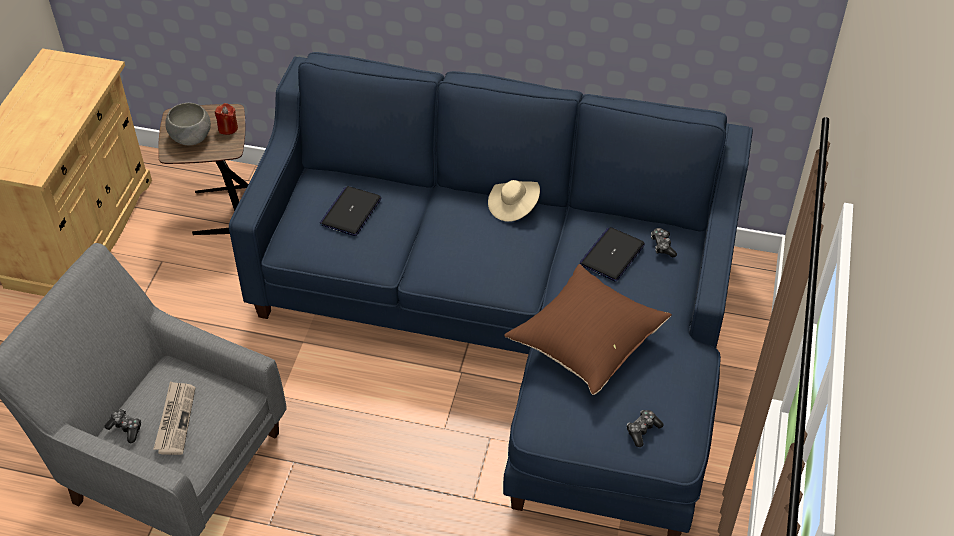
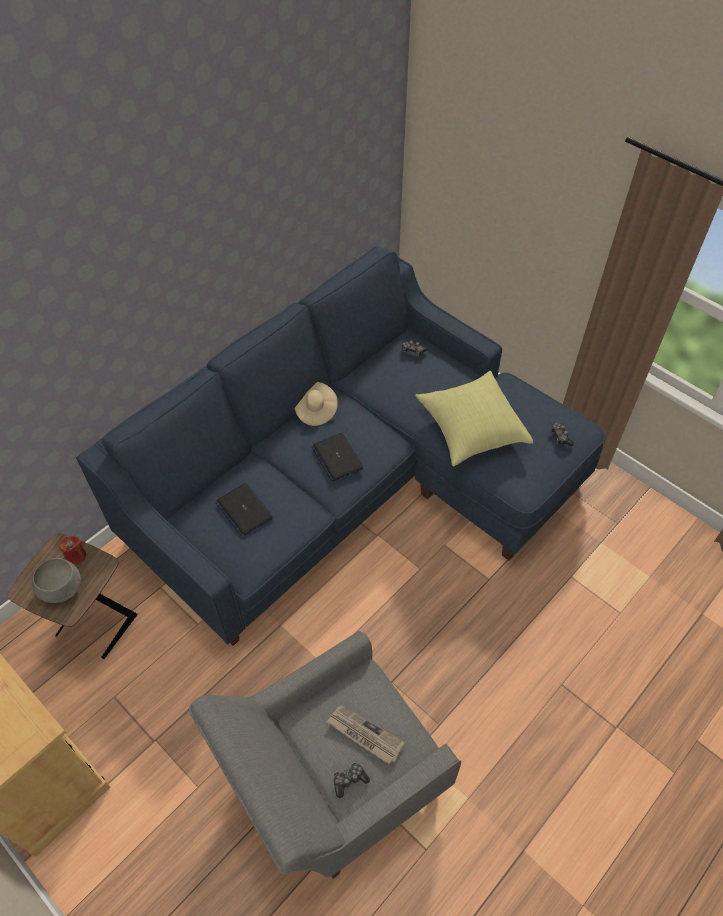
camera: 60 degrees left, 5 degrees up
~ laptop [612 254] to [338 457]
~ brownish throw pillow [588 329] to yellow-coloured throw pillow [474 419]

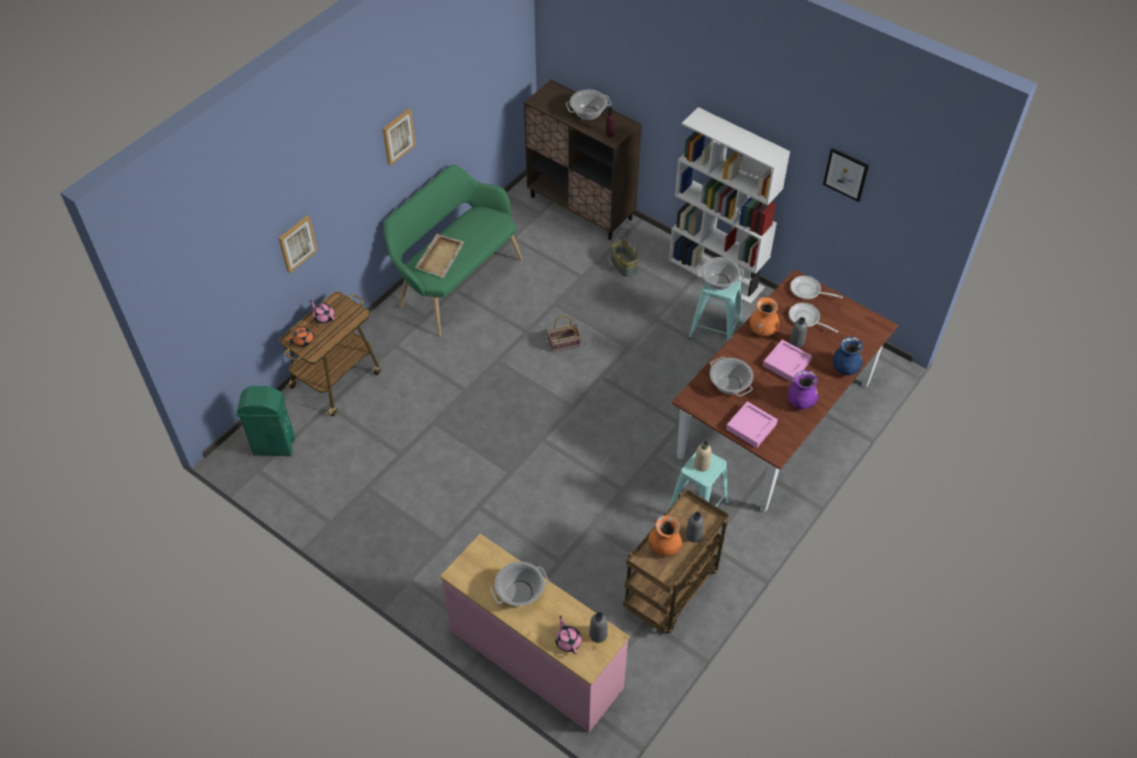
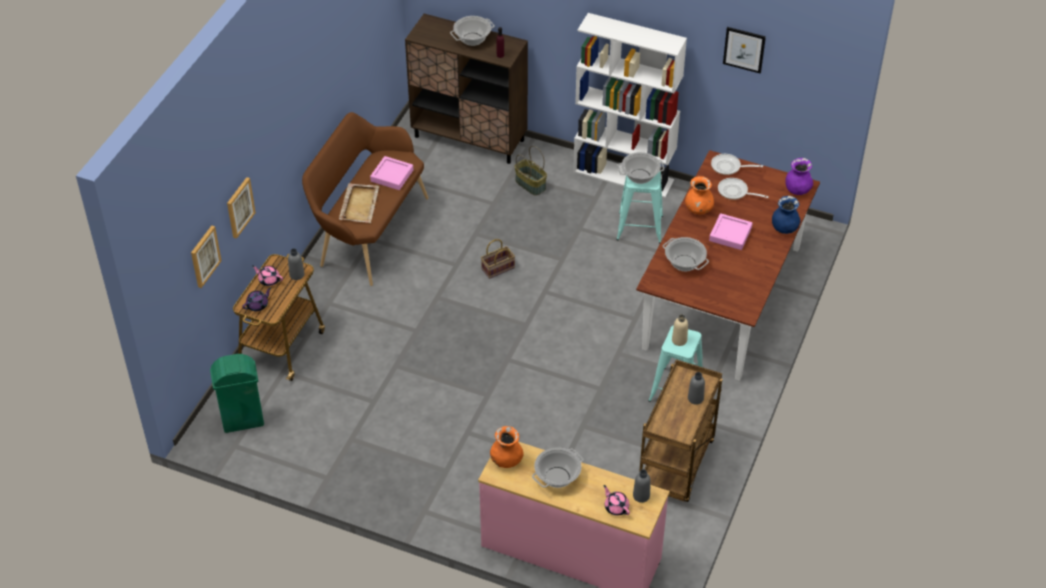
camera: 15 degrees left, 5 degrees down
~ picture [399 137] to [206 256]
~ green bench [453 251] to brownish bench [365 199]
~ gray bottle [798 332] to [296 264]
~ orange tea pot [302 336] to purple tea pot [256 299]
~ purple vase [803 390] to [799 176]
~ pink tray [752 424] to [392 173]
~ orange vase [665 535] to [507 447]

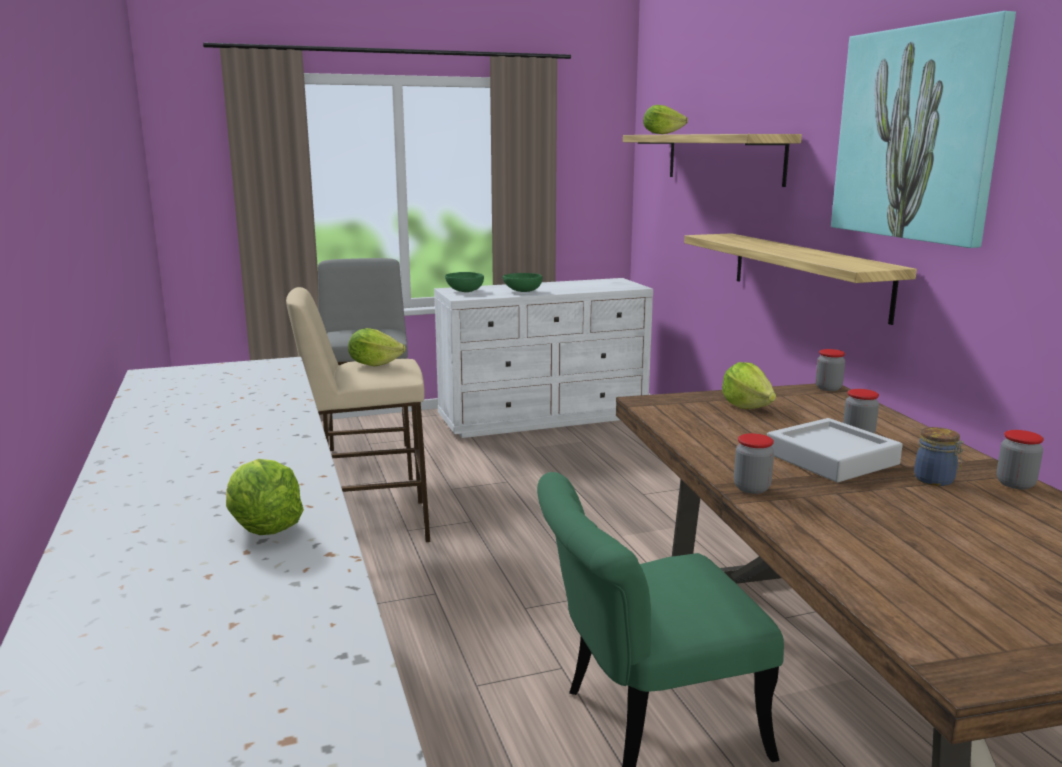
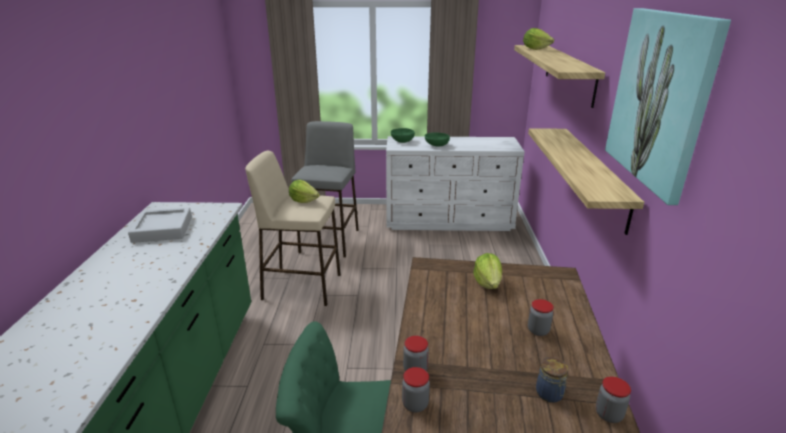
camera: 20 degrees right, 10 degrees up
~ jar [830 370] to [416 389]
~ gray tray [834 450] to [160 225]
- lettuce [265 497]

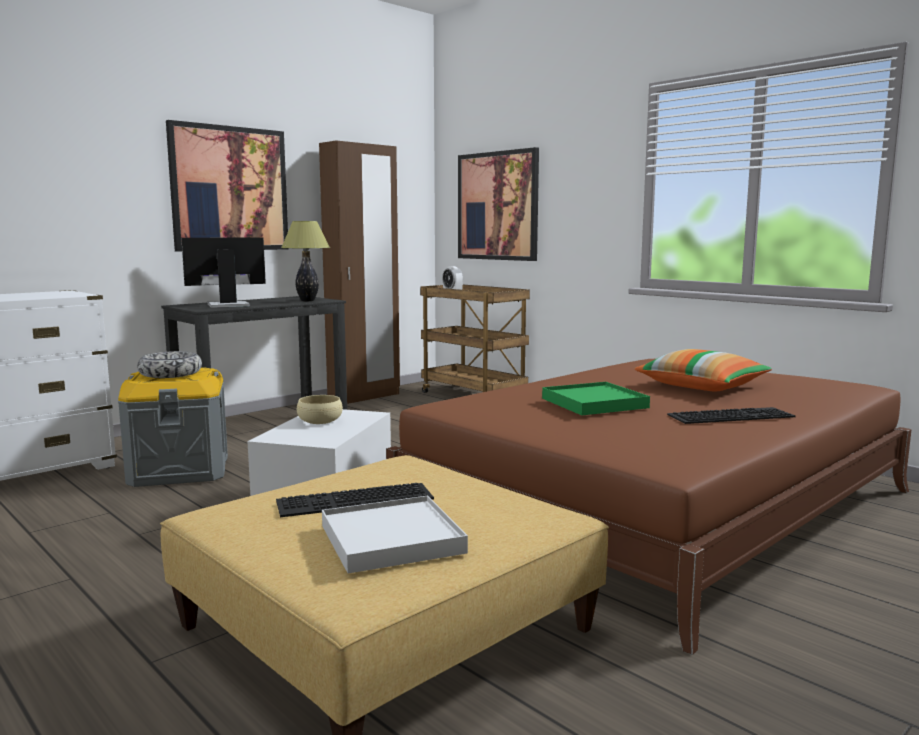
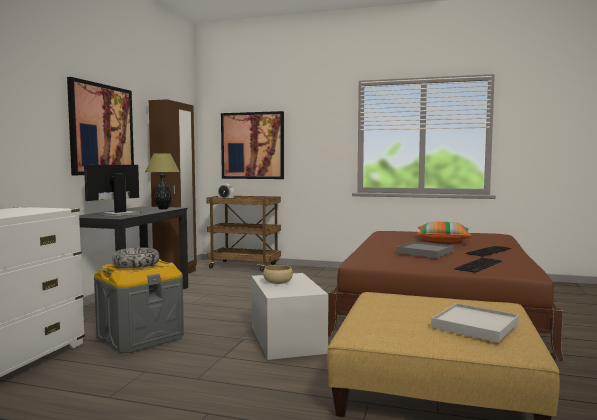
camera: 30 degrees left, 5 degrees down
~ green tray [596 398] to gray tray [425 249]
~ keyboard [355 500] to [478 265]

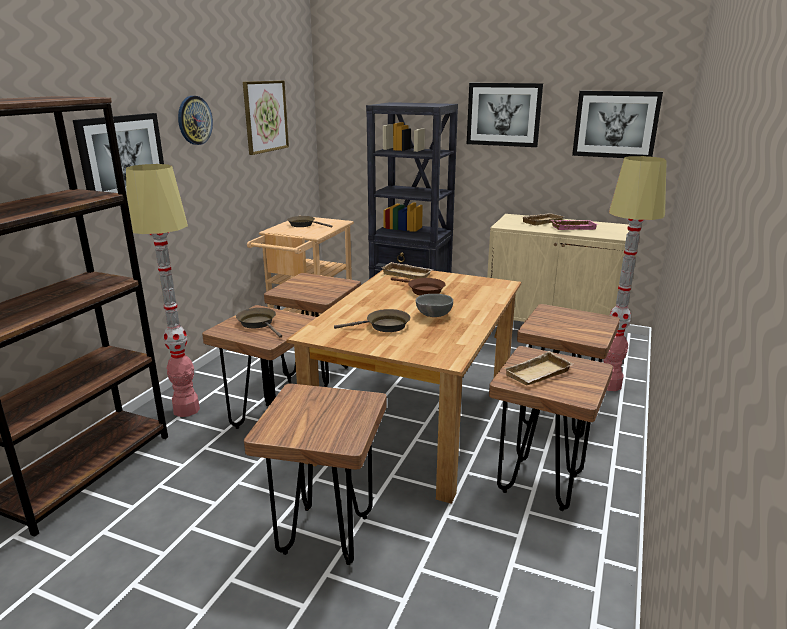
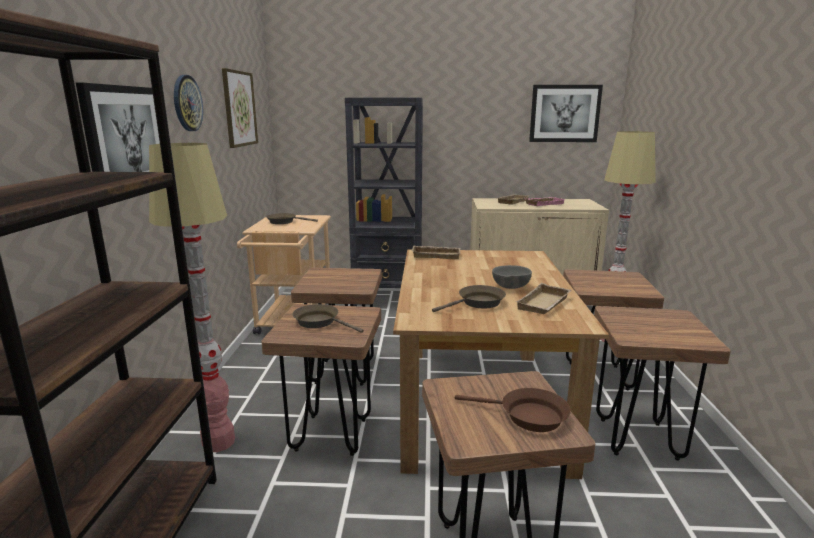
camera: 20 degrees left, 5 degrees down
- picture [505 115]
~ brownish pan [418 286] to [513 410]
~ sand-coloured tray [538 368] to [543 298]

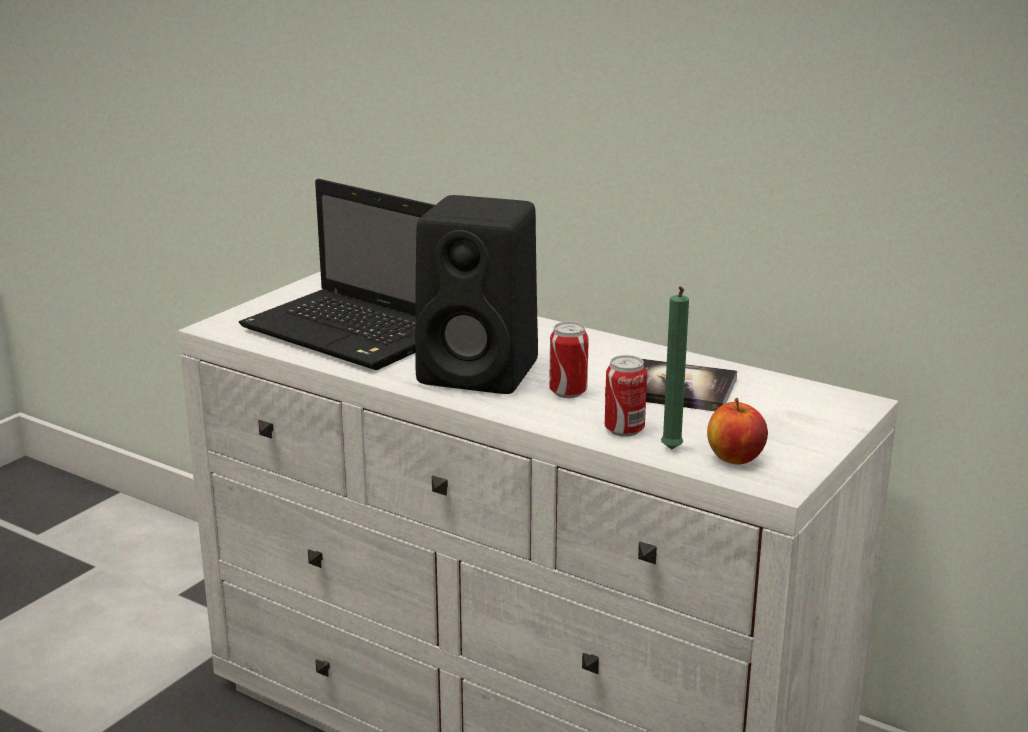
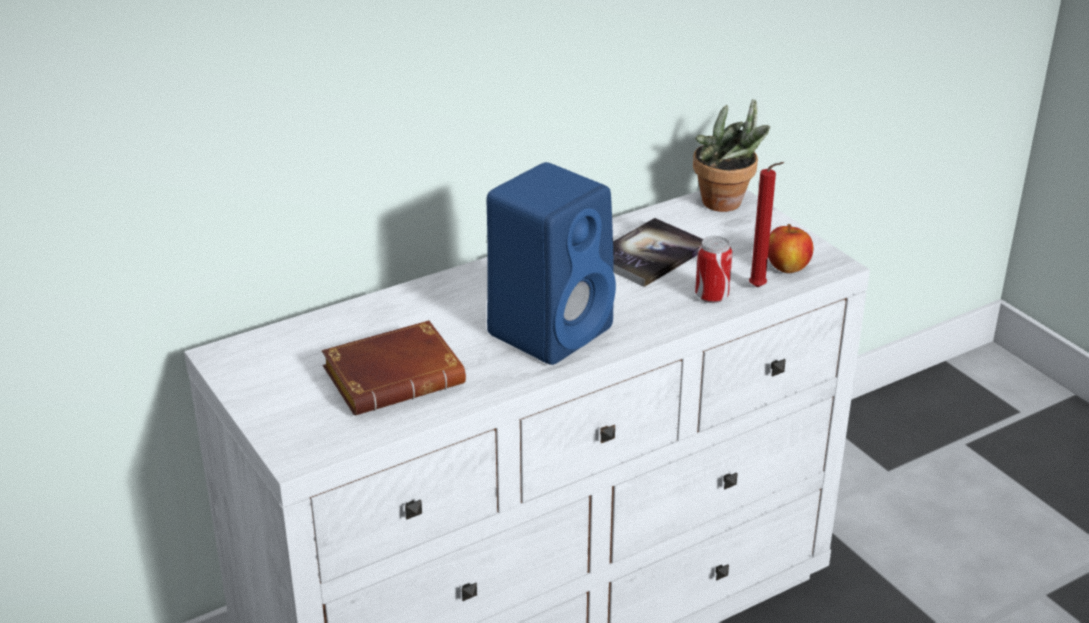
camera: 65 degrees left, 10 degrees up
~ laptop [337 274] to brownish book [394 368]
~ black-coloured audio speaker [476 294] to bluish audio speaker [551 263]
~ green candle [675 368] to red candle [766 225]
- metal can [569 360]
+ houseplant [731 155]

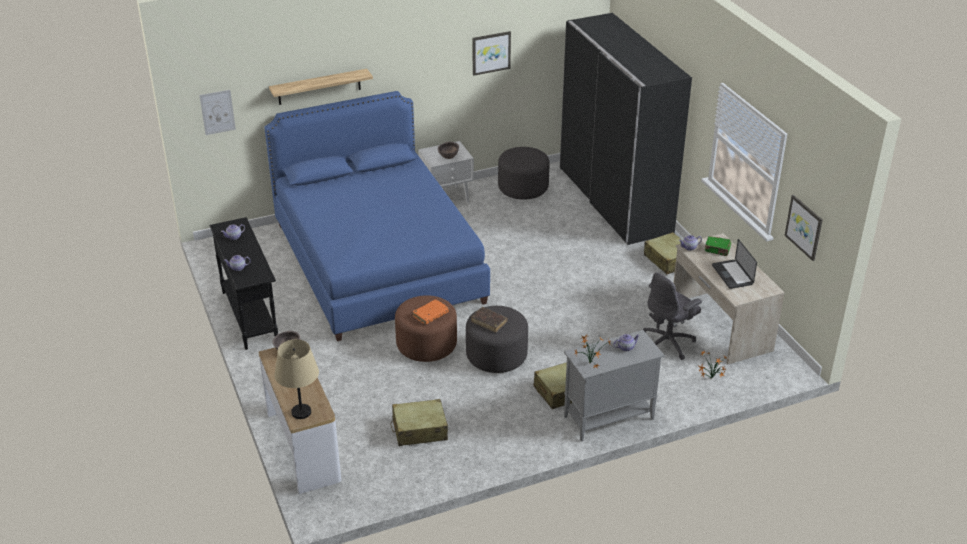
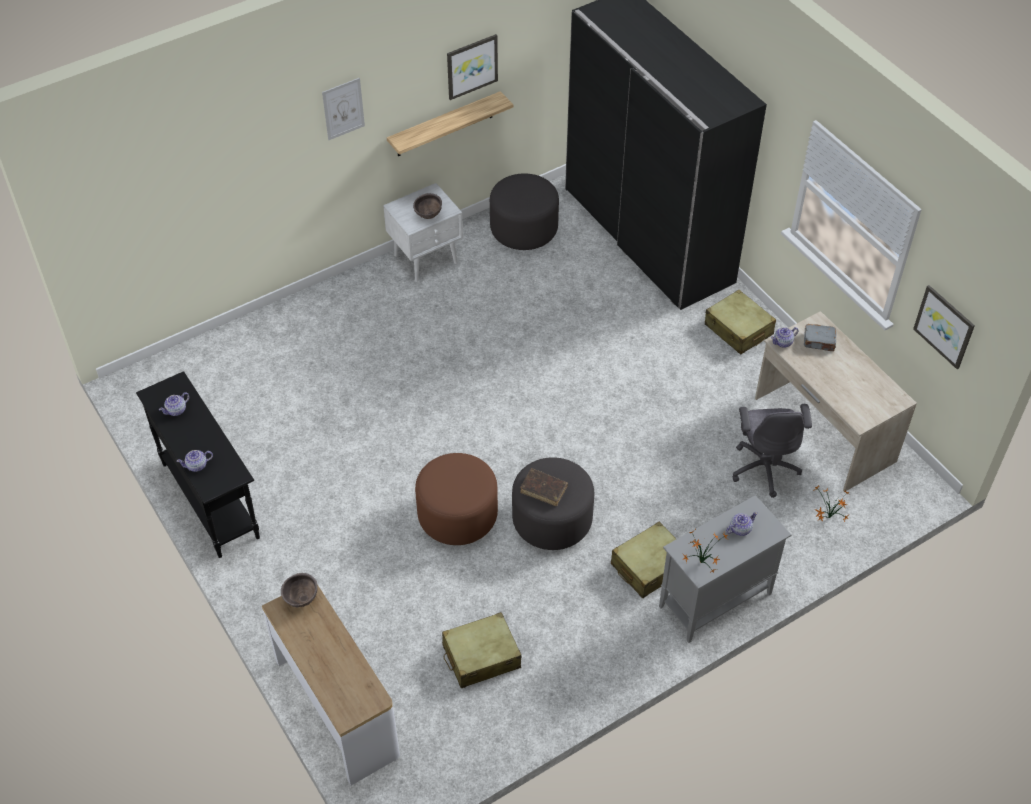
camera: 10 degrees left, 15 degrees up
~ bracket shelf [321 87] to [450 123]
~ picture [217 112] to [343 109]
- bluish sleeping bed [377 216]
~ green book [718 246] to gray book [820 337]
- laptop [734 264]
~ gray desk chair [672 316] = [772 451] 45 degrees counterclockwise
- orange book [431 312]
- sand-coloured table lamp [296 379]

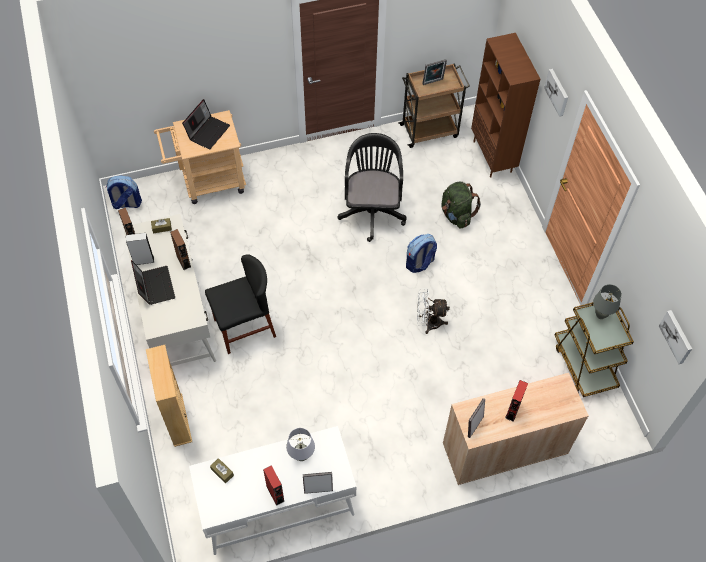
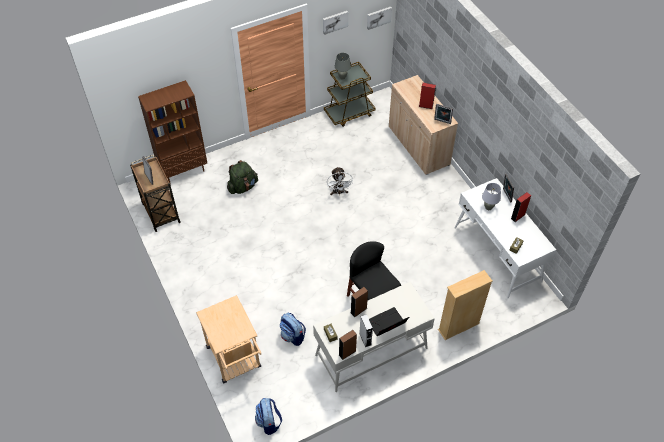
camera: 100 degrees left, 5 degrees down
~ picture [556 93] to [335 23]
- laptop [206 124]
- black-coloured desk chair [372 187]
~ backpack [421 253] to [293 329]

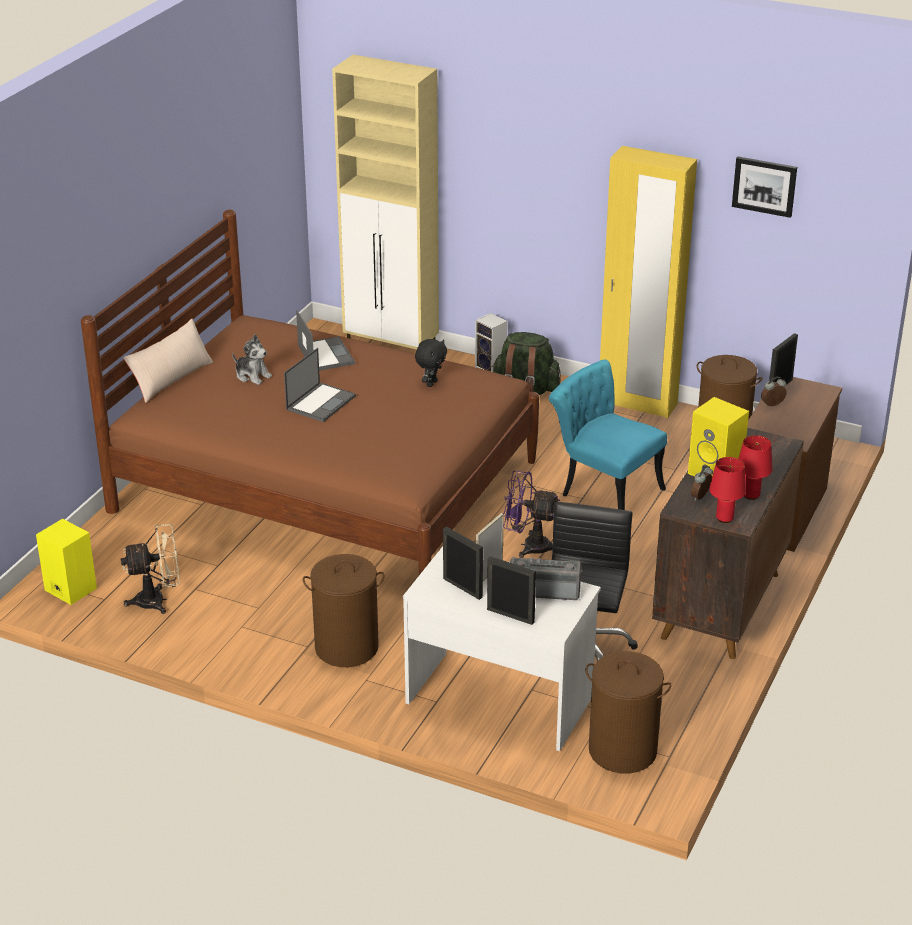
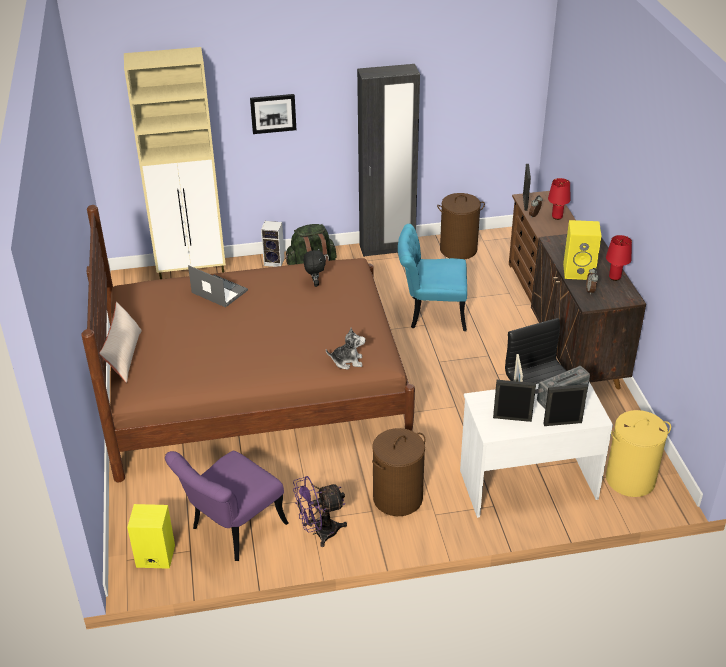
camera: 35 degrees left, 5 degrees up
~ yellow-coloured armoire [648 282] to black-coloured armoire [388 160]
~ picture [764 187] to [273 114]
~ plush toy [252 359] to [346 349]
- laptop [320 385]
~ red table lamp [727 490] to [559 199]
~ purple cooling fan [532 514] to [320 511]
~ sand-coloured cooling fan [150 569] to purple chair [226 506]
~ brownish washing basket [628 712] to yellow-coloured washing basket [638 453]

